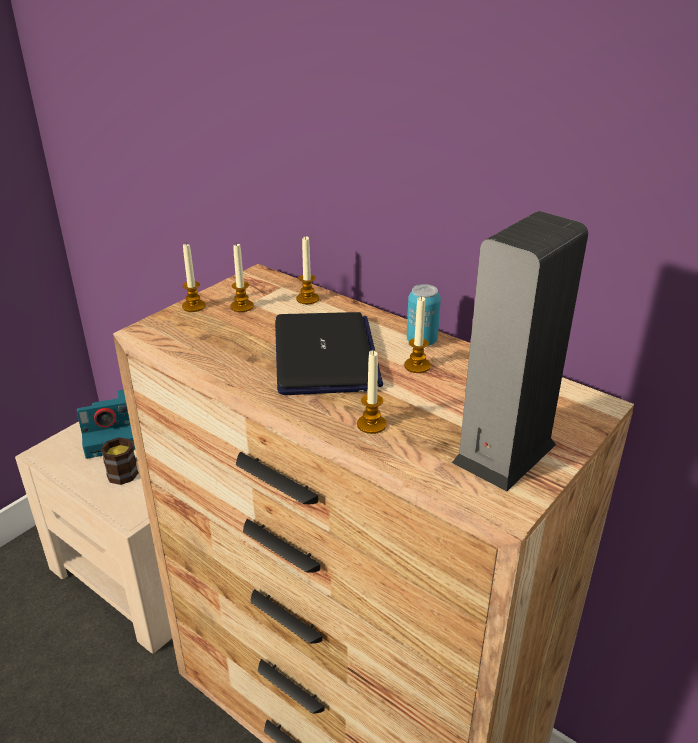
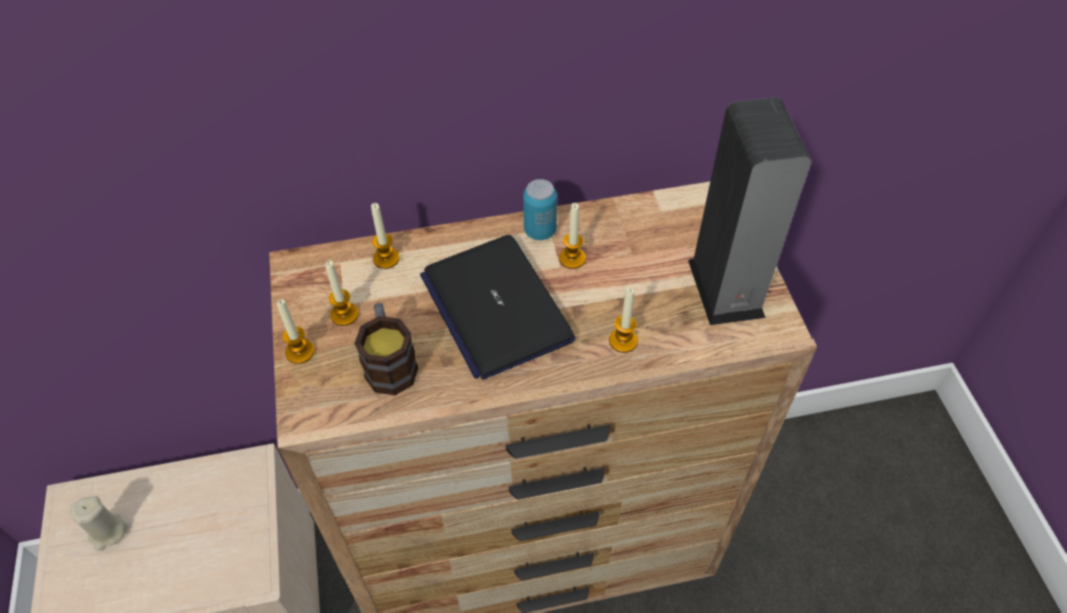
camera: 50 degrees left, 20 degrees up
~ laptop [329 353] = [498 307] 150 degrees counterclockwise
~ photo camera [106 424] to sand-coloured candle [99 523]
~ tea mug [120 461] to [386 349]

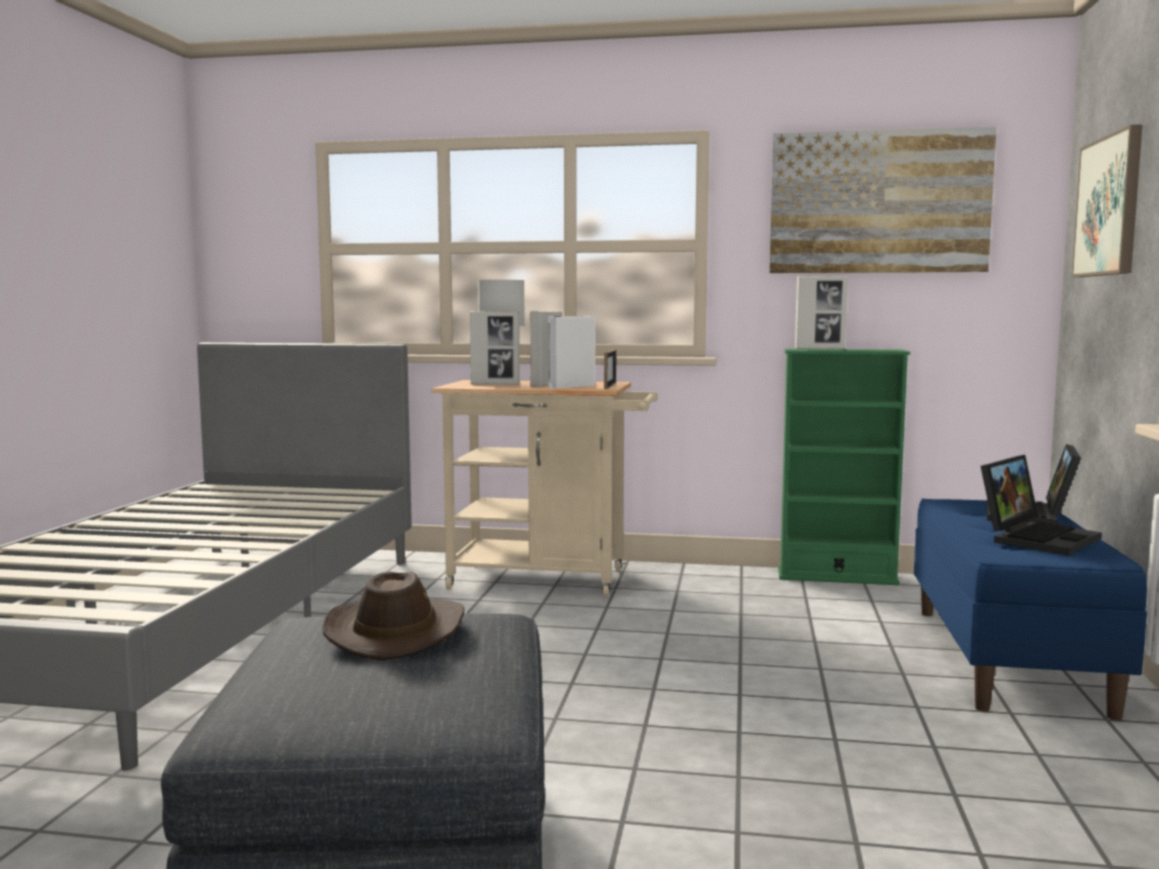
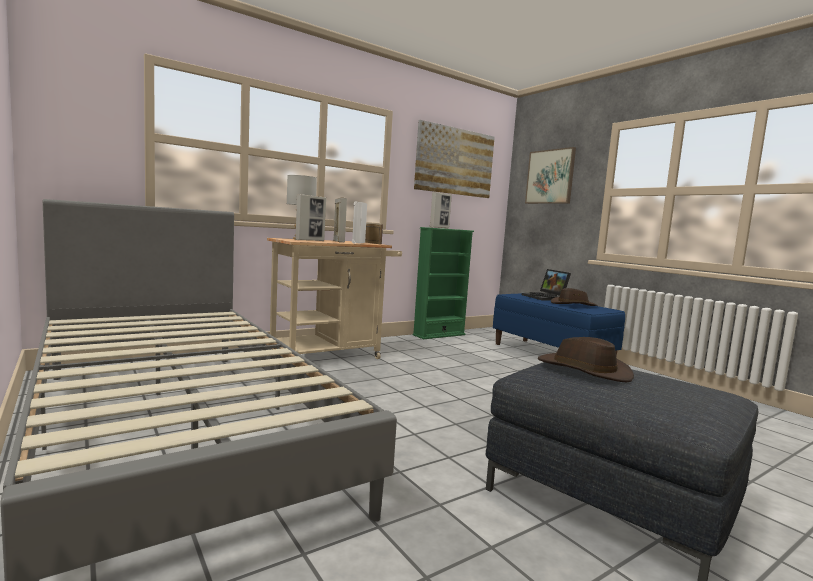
camera: 45 degrees left, 0 degrees up
~ laptop [1041 505] to brownish hat [574 297]

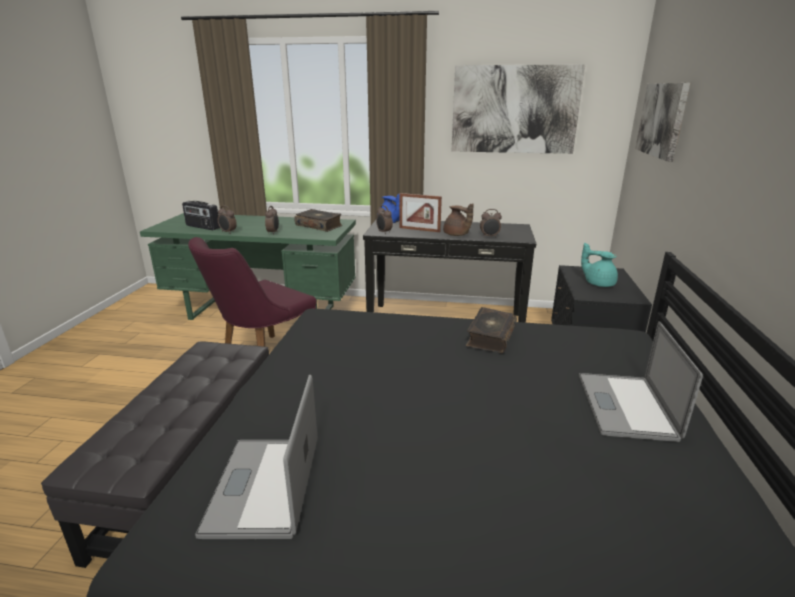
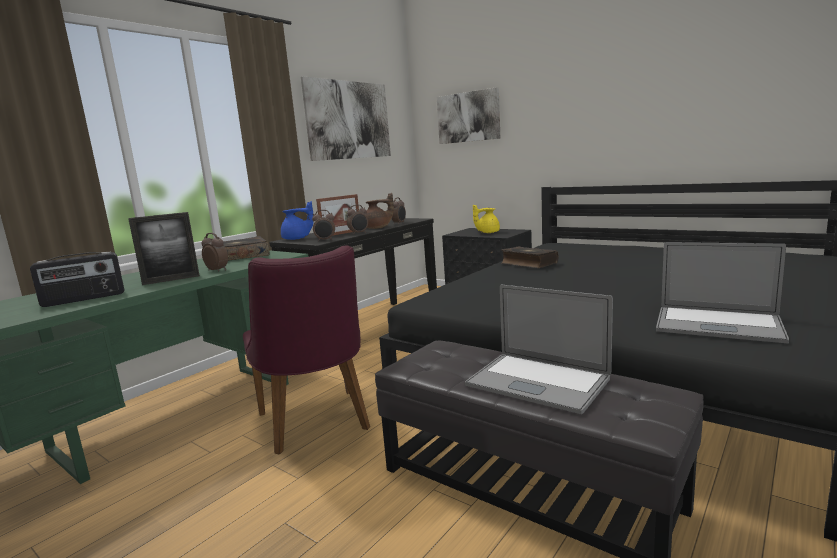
camera: 60 degrees left, 10 degrees down
~ table clock [227 220] to [357 219]
~ turquoise tea pot [599 265] to yellow-coloured tea pot [486 219]
~ laptop [641 381] to [539 349]
+ standing frame [164 248]

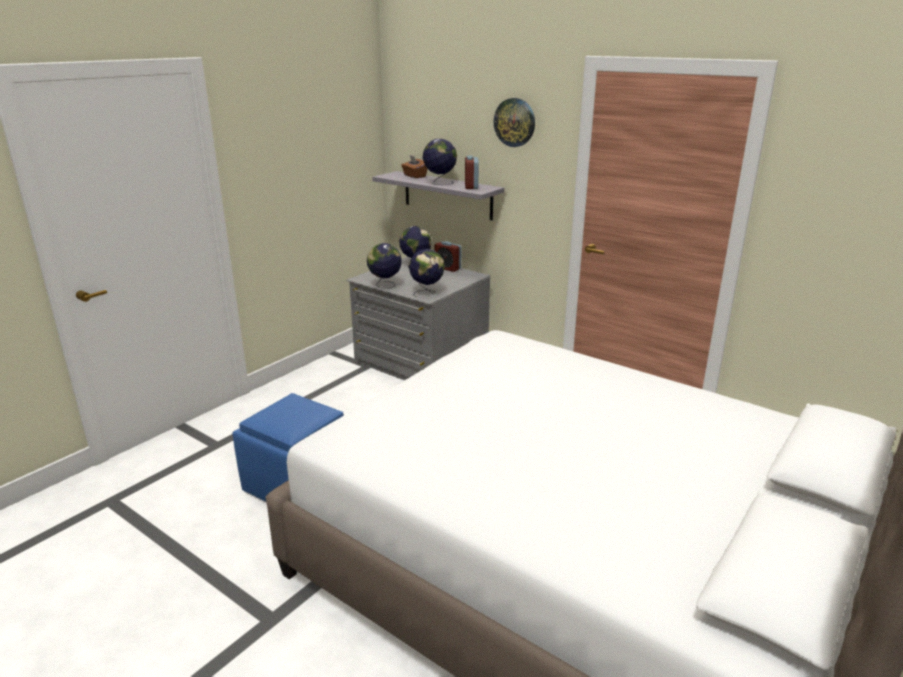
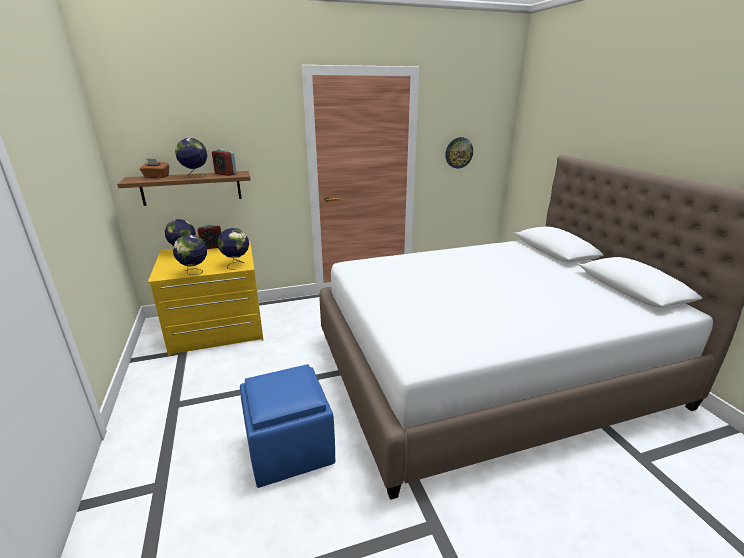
camera: 55 degrees left, 0 degrees up
~ clock on the wall [514 122] to [459 153]
~ gray bracket shelf [438 195] to brownish bracket shelf [184 188]
~ gray drawer chest [418 318] to yellow-coloured drawer chest [205 298]

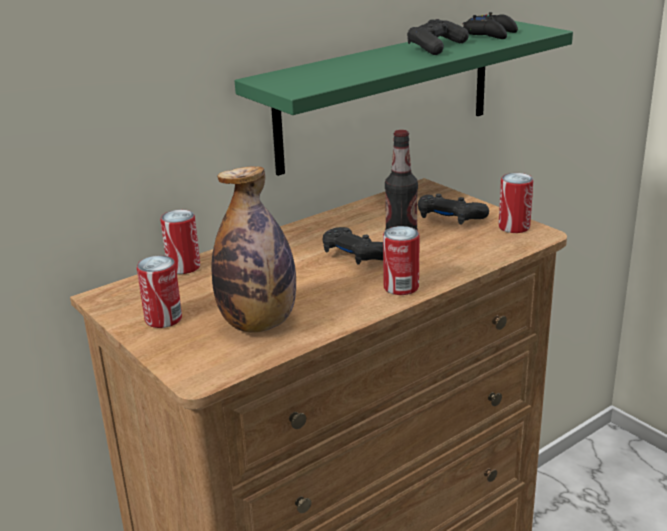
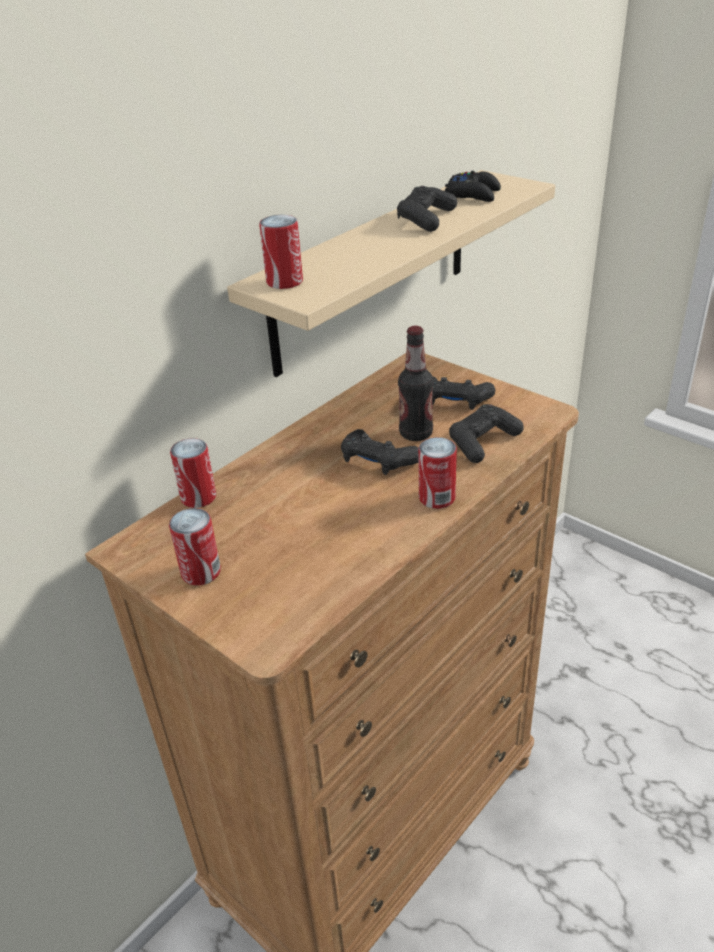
camera: 10 degrees left, 10 degrees up
~ green bracket shelf [404 98] to sand-coloured bracket shelf [391 273]
- bottle [254 249]
~ metal can [515 203] to [281 252]
+ black-coloured gamepad [486 433]

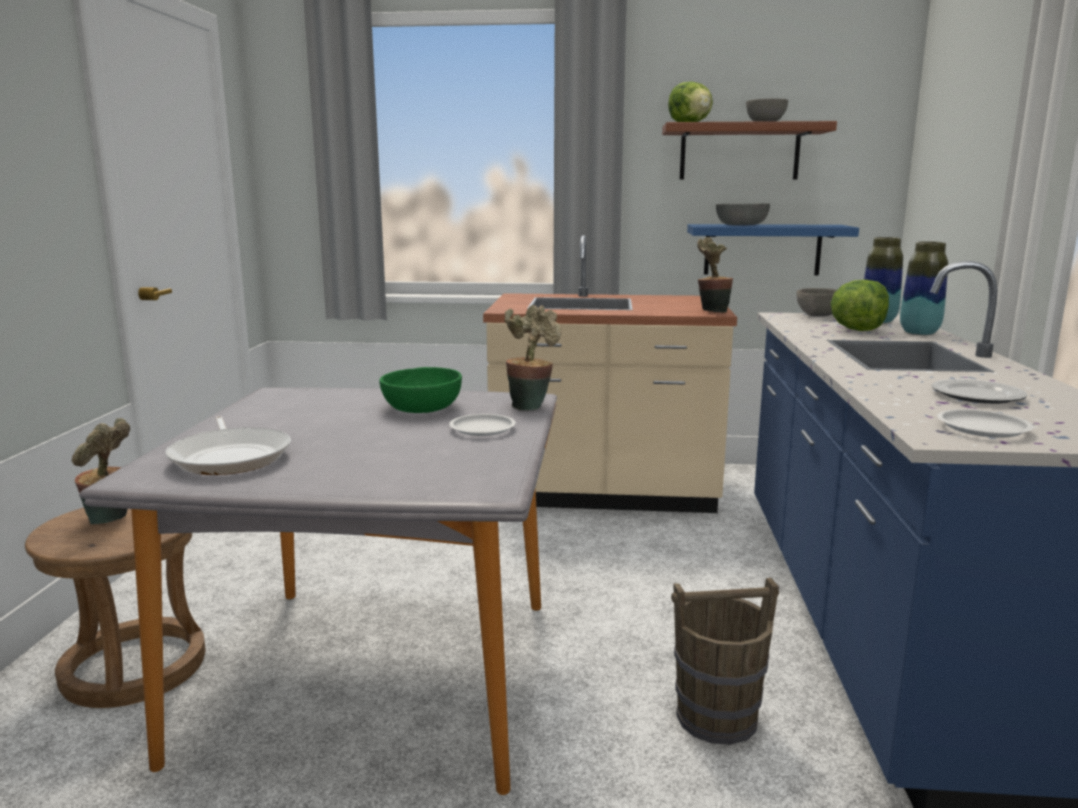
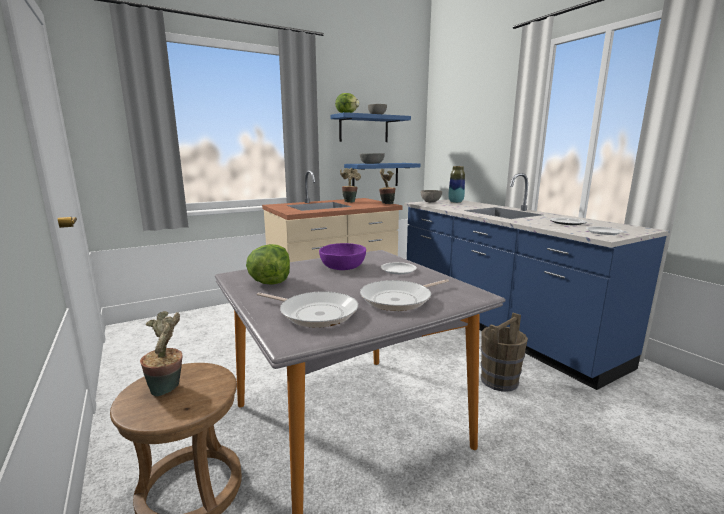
camera: 35 degrees left, 0 degrees up
~ brownish bracket shelf [749 150] to bluish bracket shelf [371 127]
- vase [924 288]
~ lettuce [859 305] to [268 264]
~ houseplant [532 358] to [350 185]
~ green deep dish [420 390] to purple deep dish [342 256]
+ pan [404 295]

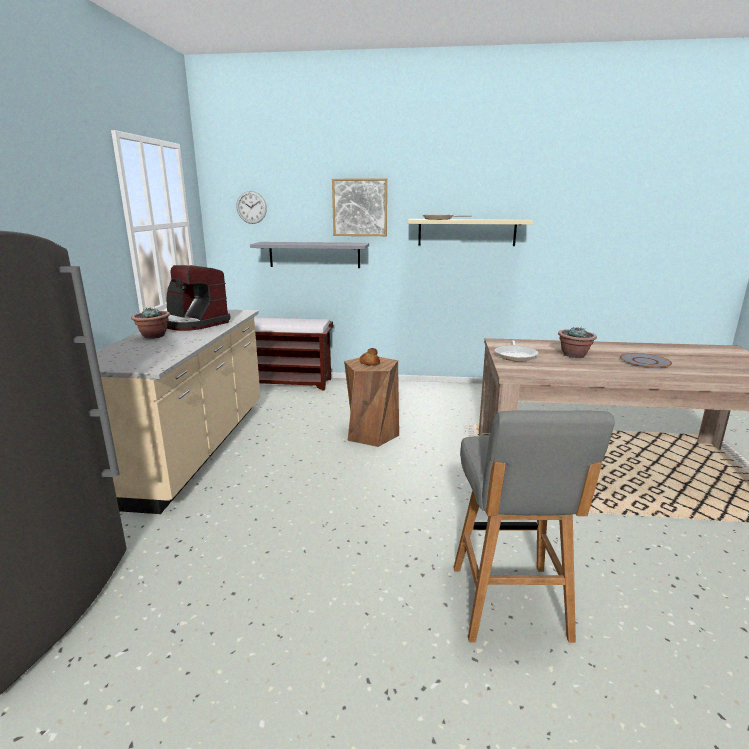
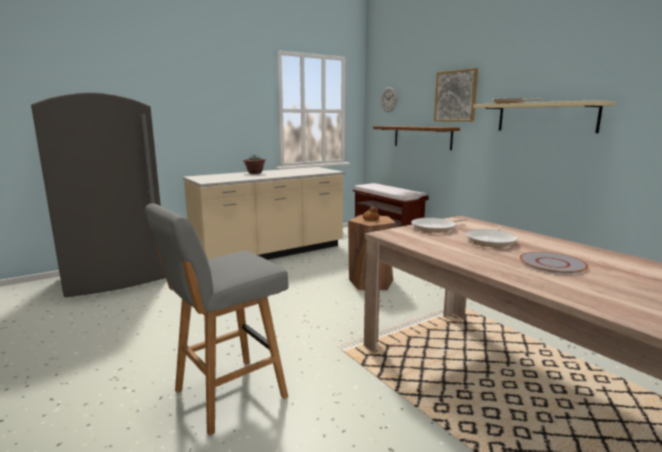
camera: 50 degrees right, 5 degrees down
~ gray bracket shelf [309 255] to brownish bracket shelf [416 138]
- coffee brewer [199 298]
~ houseplant [577 342] to pan [492 236]

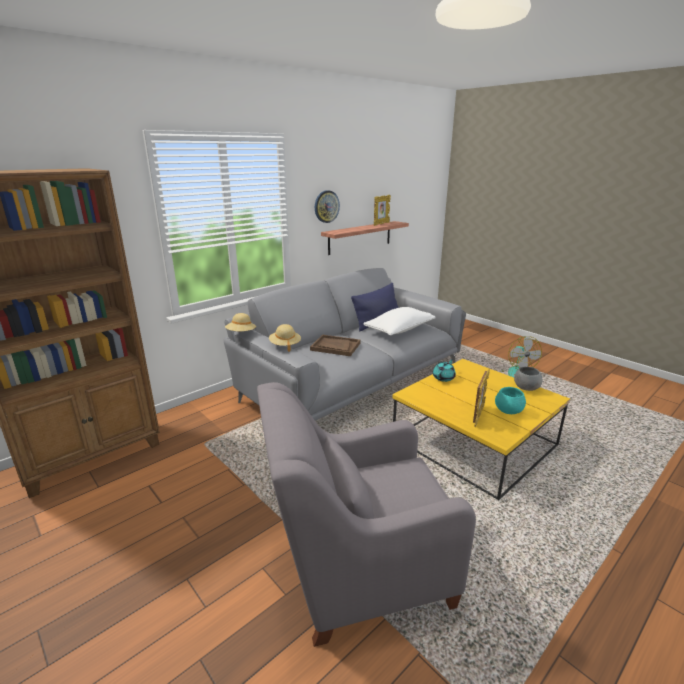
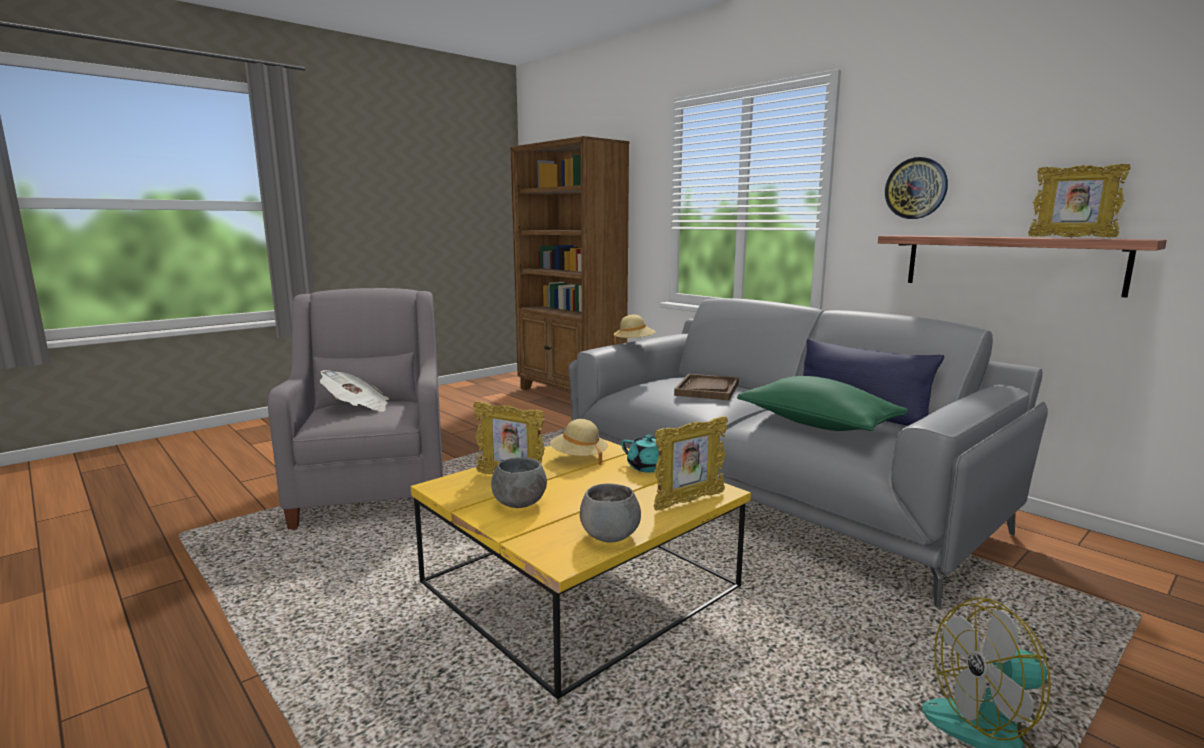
camera: 90 degrees right, 10 degrees down
~ white throw pillow [399 321] to green throw pillow [822 403]
~ sand-coloured hat [240 322] to [579 442]
~ turquoise deep dish [510 400] to gray deep dish [519 482]
+ daily paper [354 390]
+ standing frame [691 463]

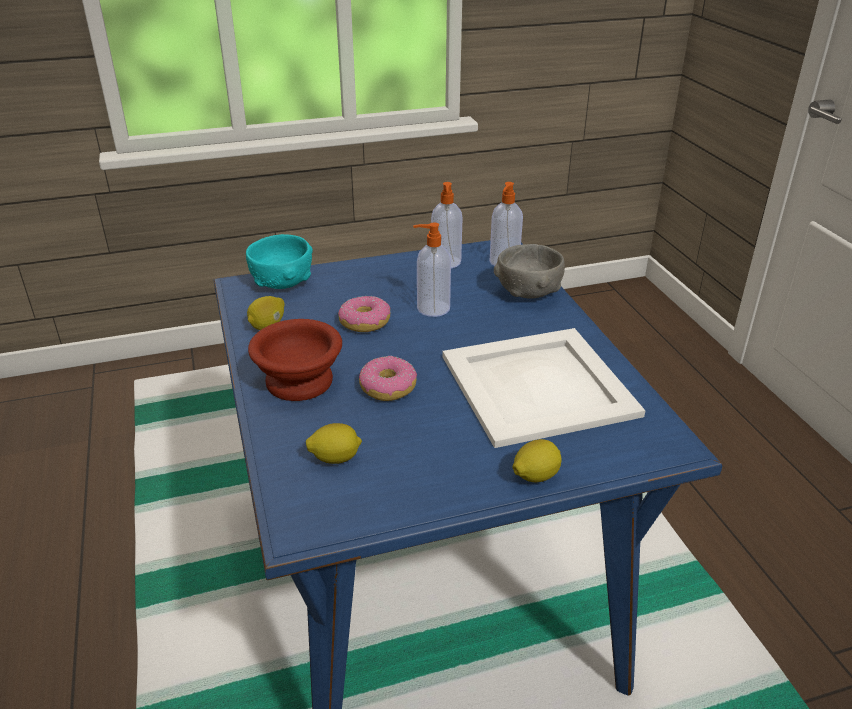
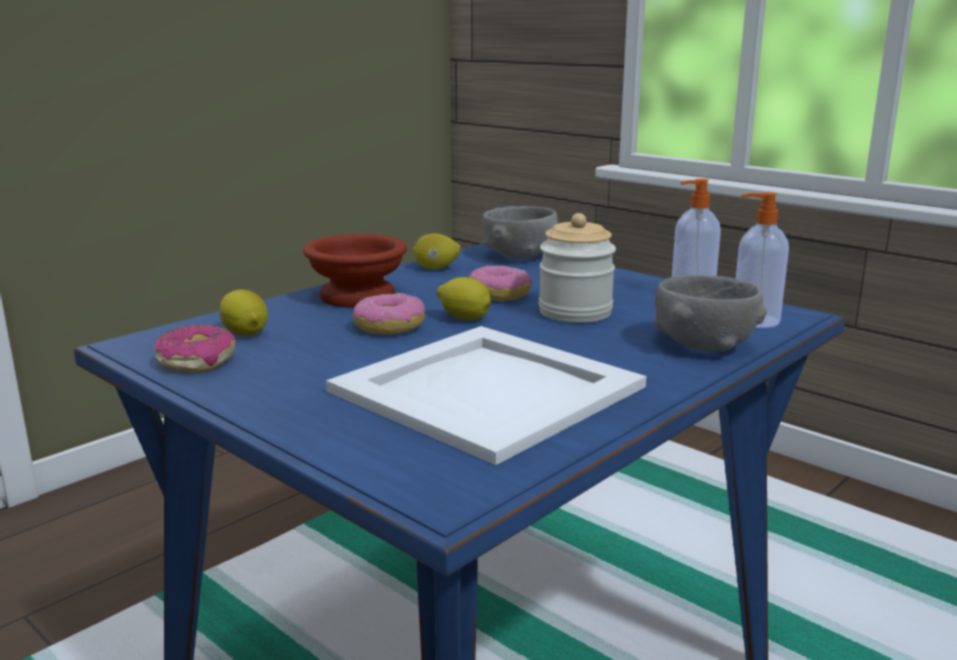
camera: 60 degrees right, 15 degrees down
~ soap bottle [432 269] to jar [577 268]
~ turquoise deep dish [279 261] to gray deep dish [520 232]
~ citrus fruit [537 460] to [464 298]
+ ring doughnut [195 348]

